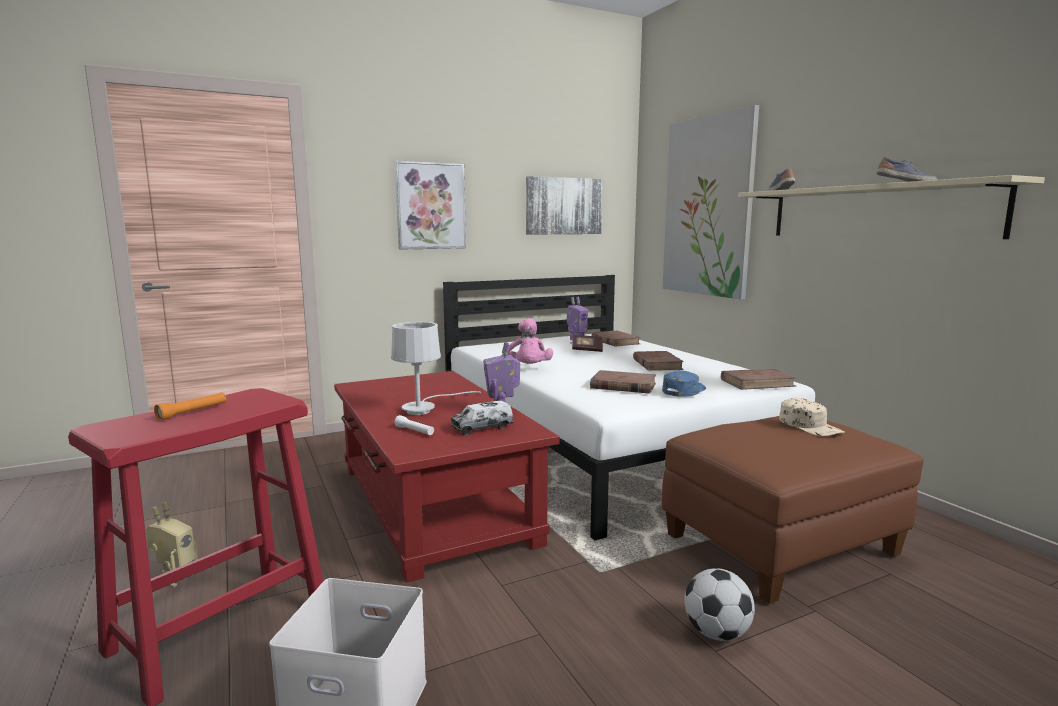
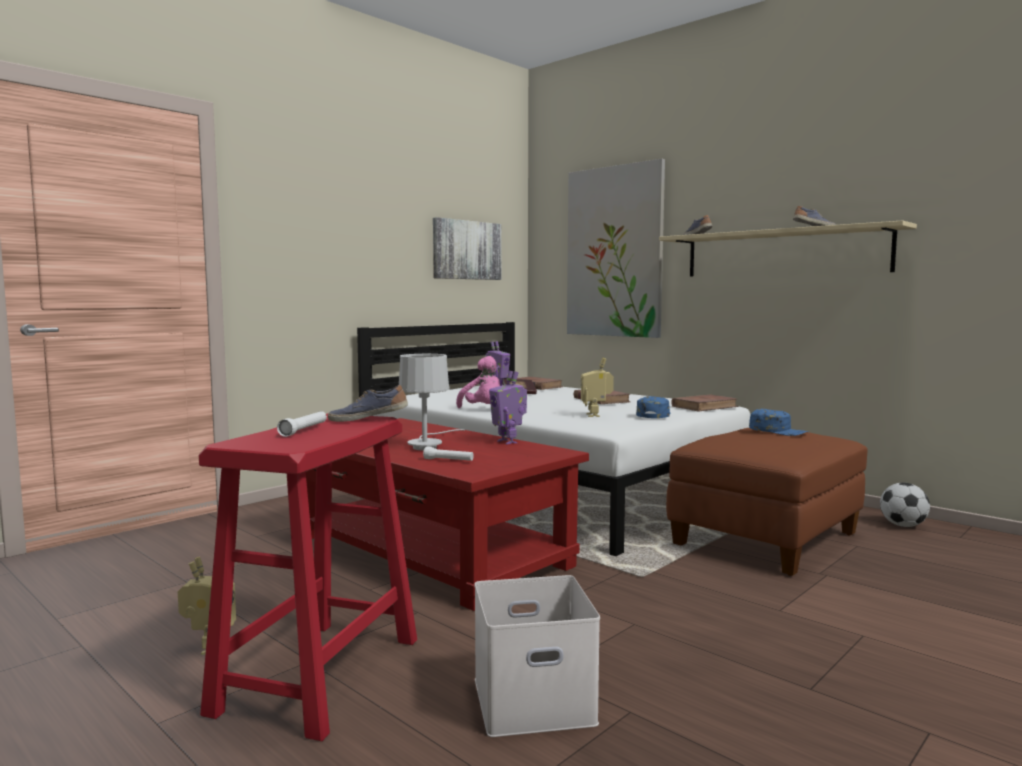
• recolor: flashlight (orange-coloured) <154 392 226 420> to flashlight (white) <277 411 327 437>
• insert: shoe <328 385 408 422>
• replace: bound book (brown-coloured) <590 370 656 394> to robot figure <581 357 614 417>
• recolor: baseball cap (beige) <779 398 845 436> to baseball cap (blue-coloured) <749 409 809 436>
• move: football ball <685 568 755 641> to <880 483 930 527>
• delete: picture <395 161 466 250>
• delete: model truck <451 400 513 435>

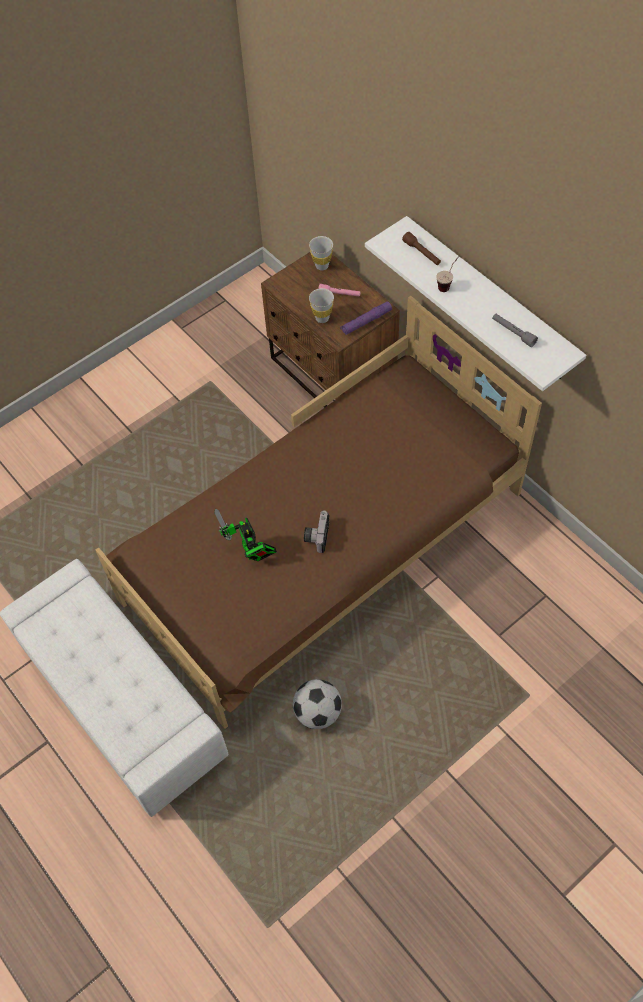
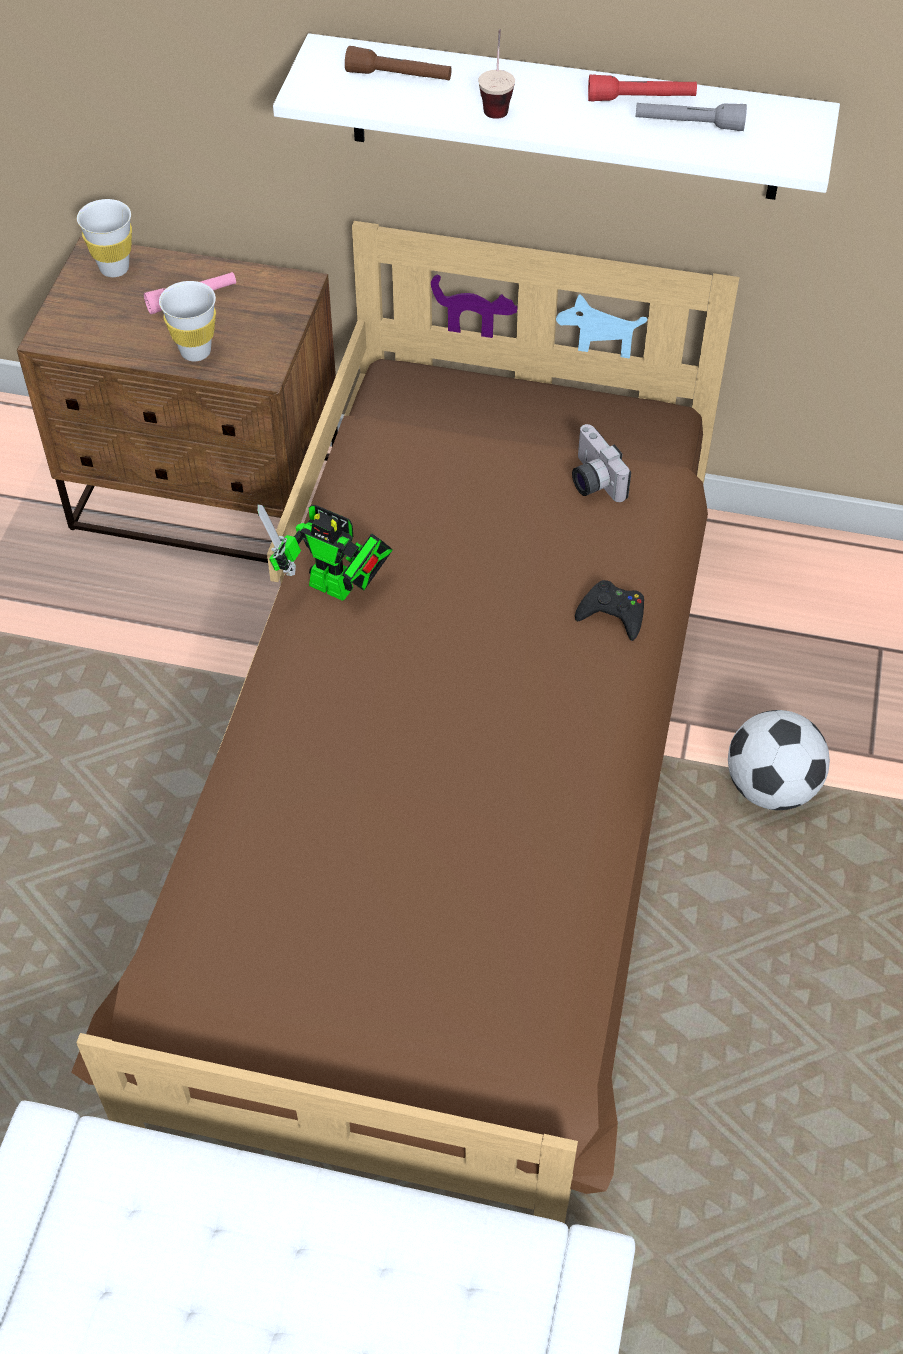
• move: robot figure <214 509 277 561> to <257 504 393 601>
• move: still camera <304 511 329 553> to <572 424 631 502>
• insert: joypad (black) <575 580 644 641>
• insert: flashlight (red-coloured) <588 74 697 101>
• move: football ball <293 679 342 729> to <728 710 830 810>
• delete: flashlight (purple-coloured) <340 301 392 335>

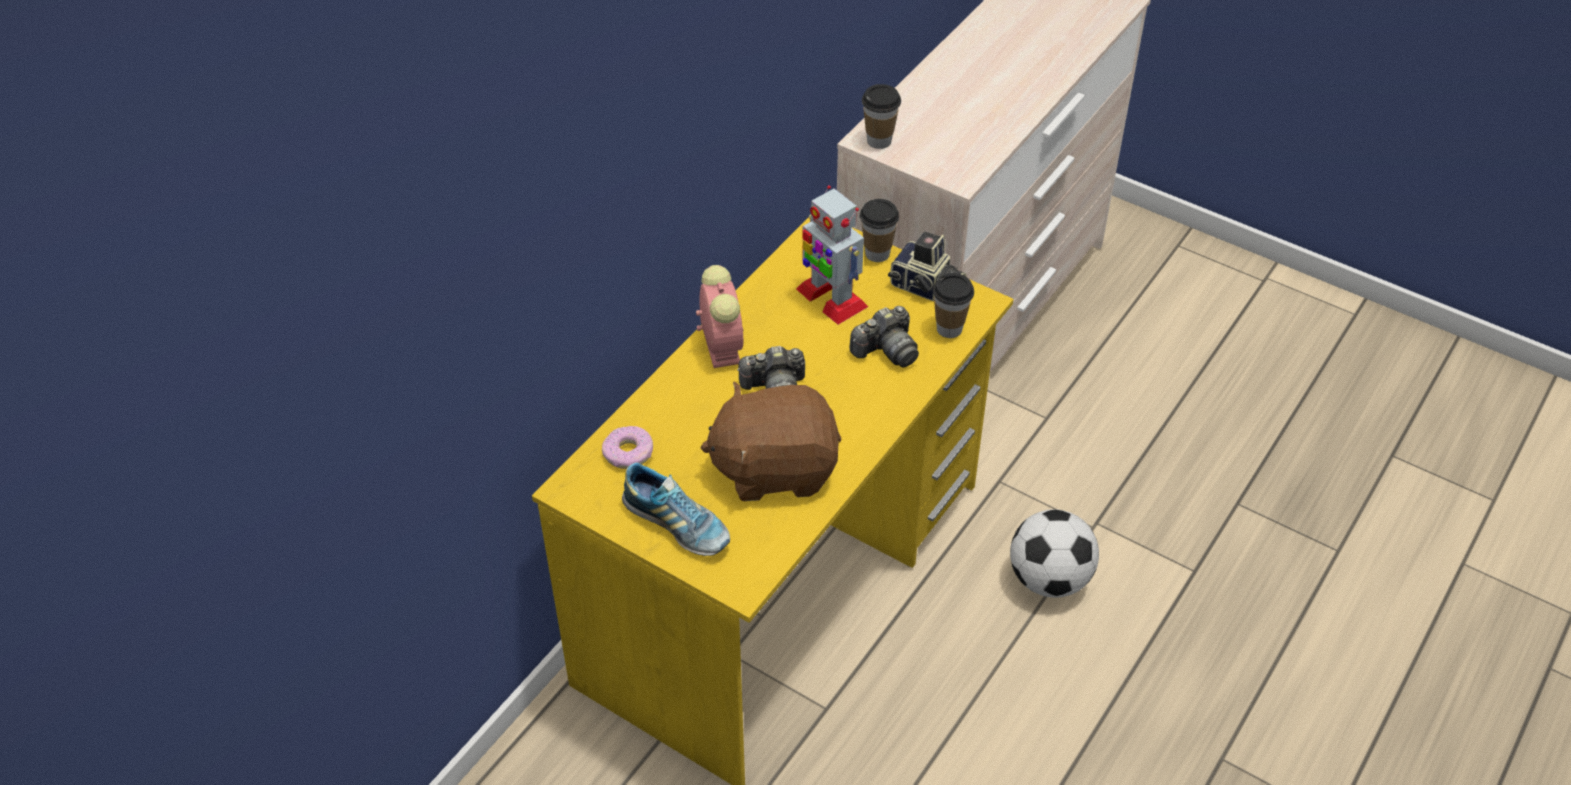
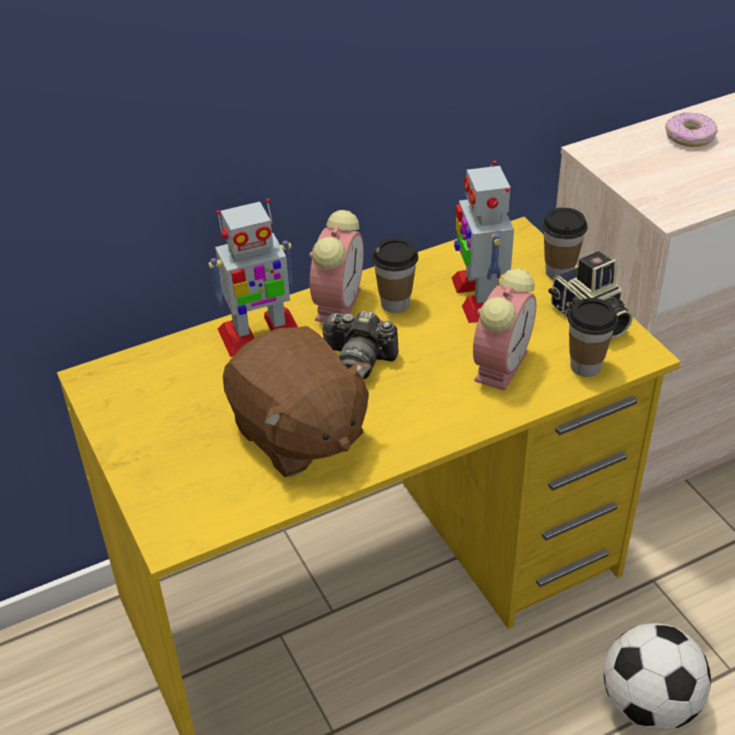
• insert: robot figure <208 199 298 357>
• rotate: soft toy (brown-coloured) <700 381 841 501> = <223 326 372 477> 150 degrees counterclockwise
• move: small cup <862 84 901 149> to <372 238 418 313>
• replace: still camera <849 306 919 367> to bedside clock <473 268 536 391>
• move: donut <602 426 653 469> to <665 112 718 147>
• delete: shoe <622 462 730 556>

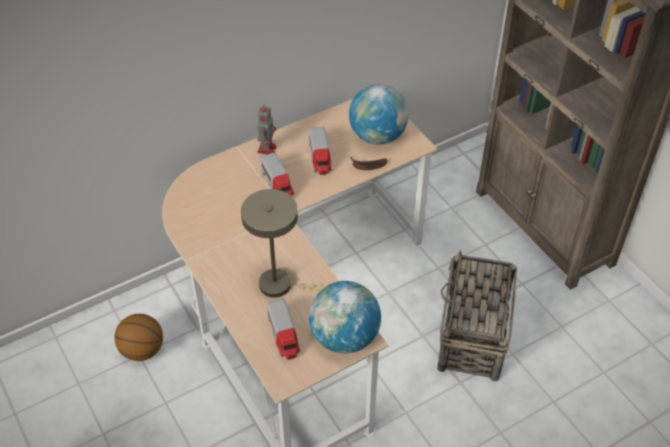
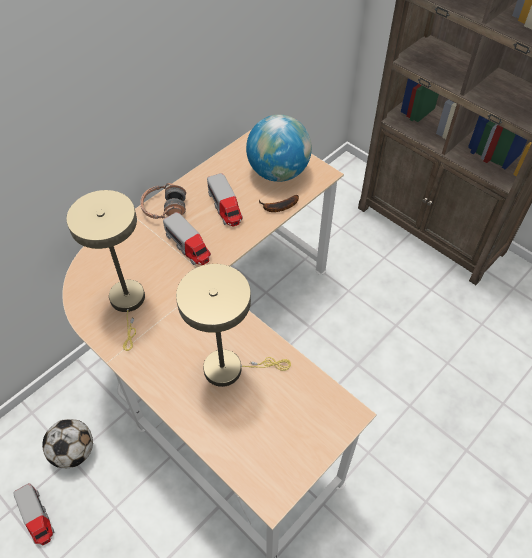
• move: model truck <267 299 300 360> to <14 483 54 545>
• replace: ball for basketball <114 314 163 361> to football ball <42 419 93 468>
• insert: lamp for a table (beige) <66 190 145 351>
• replace: robot figure <257 105 277 154> to headset <140 183 186 219>
• delete: globe <309 281 381 354>
• delete: storage basket <437 250 517 382>

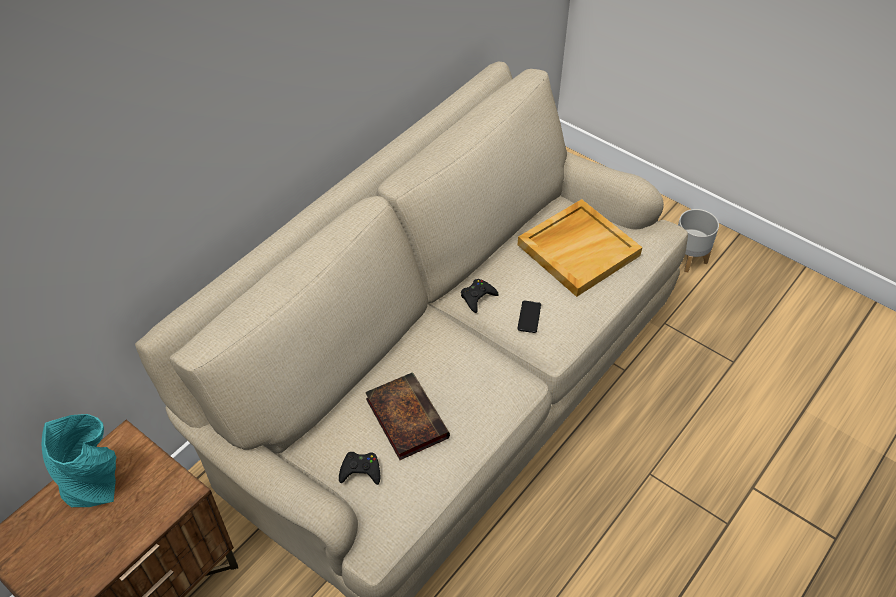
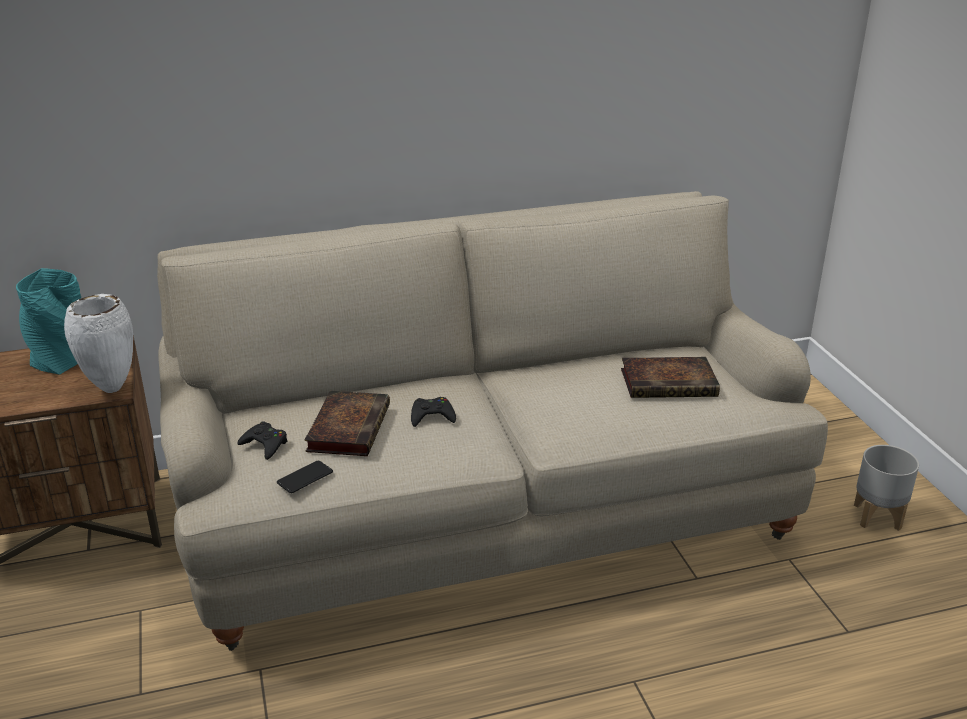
• insert: vase (white) <64 294 133 393>
• move: telephone <517 301 541 333> to <277 461 333 493>
• move: joypad (black) <461 279 499 313> to <411 397 456 427>
• replace: serving tray (beige) <518 199 642 297> to bound book <621 357 720 398>

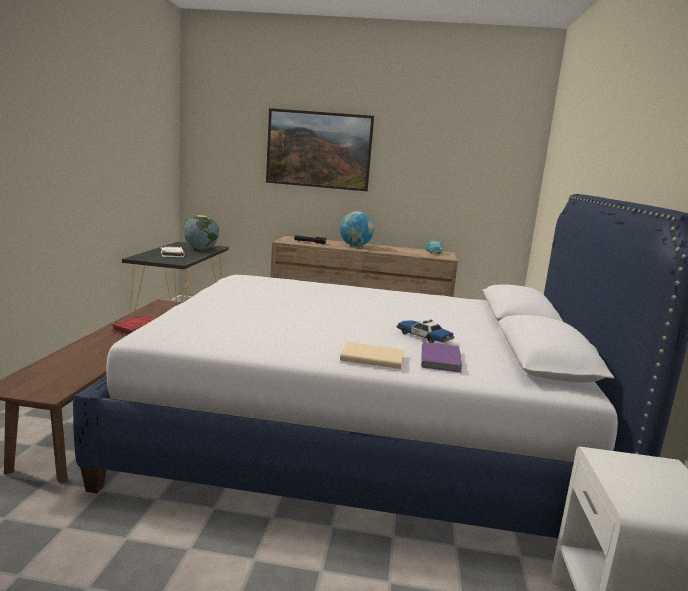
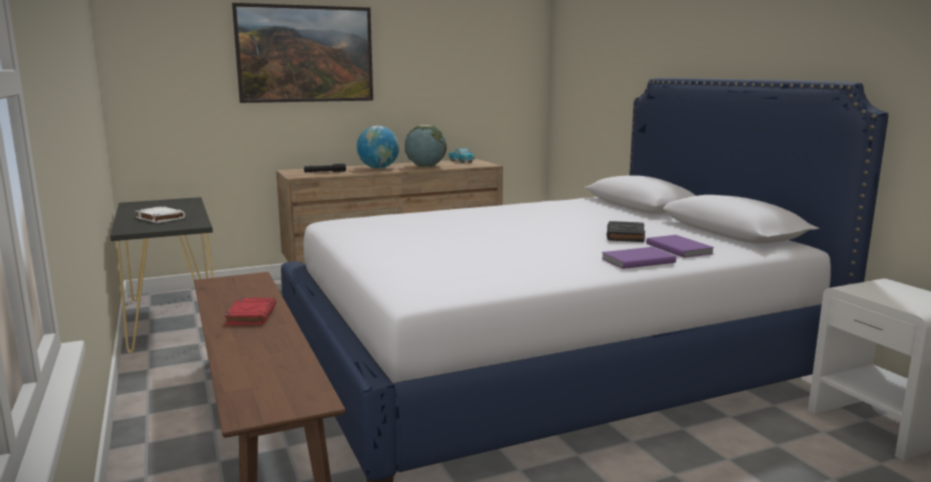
• move: globe <184 215 219 250> to <405 125 446 167>
• recolor: bound book (beige) <340 342 405 369> to bound book (purple-coloured) <602 247 676 269>
• replace: toy car <396 320 454 343> to bound book (black) <606 221 645 242>

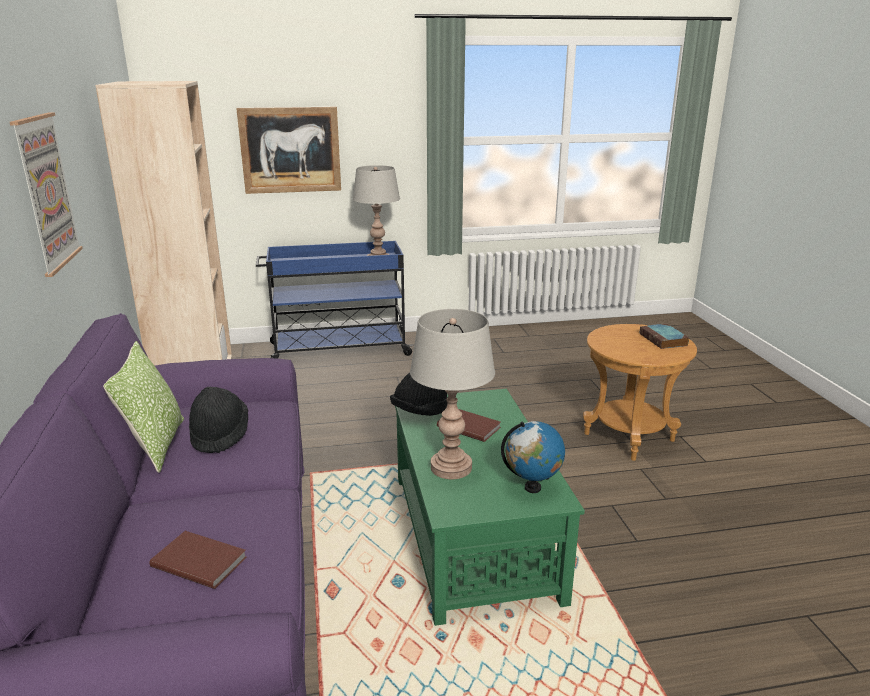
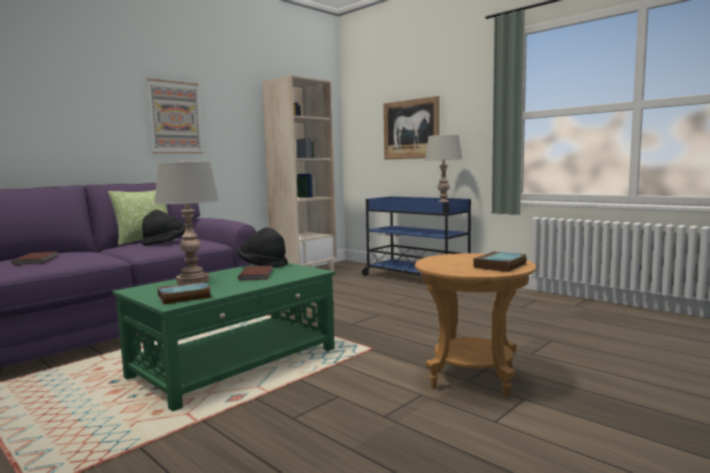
• replace: globe <501 421 565 493> to bound book <158 281 212 305>

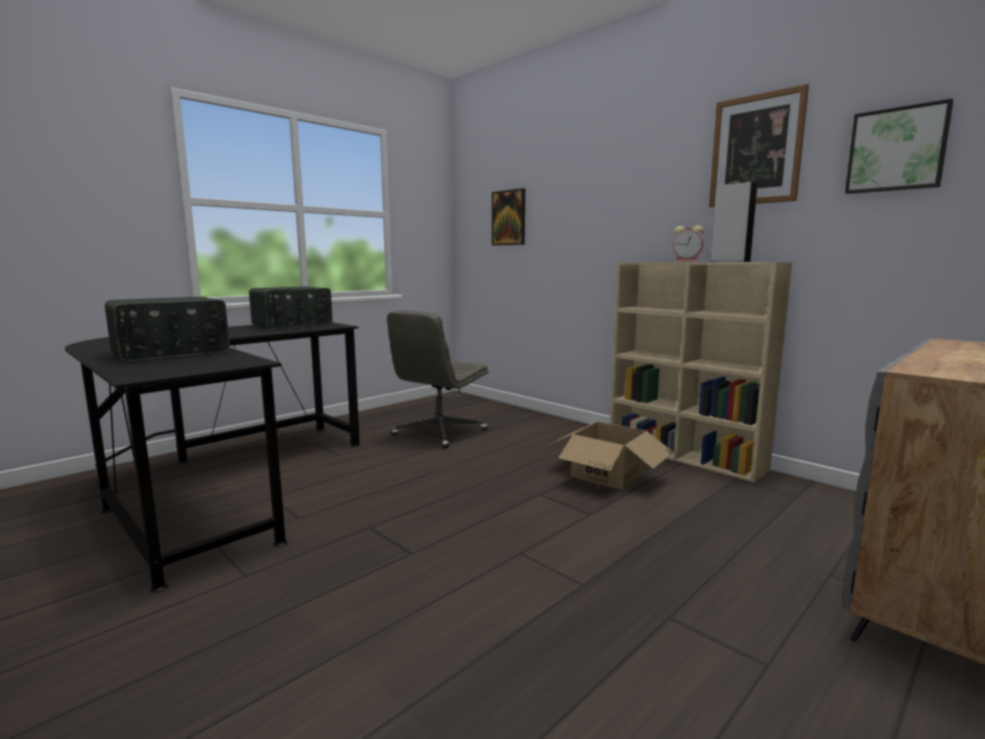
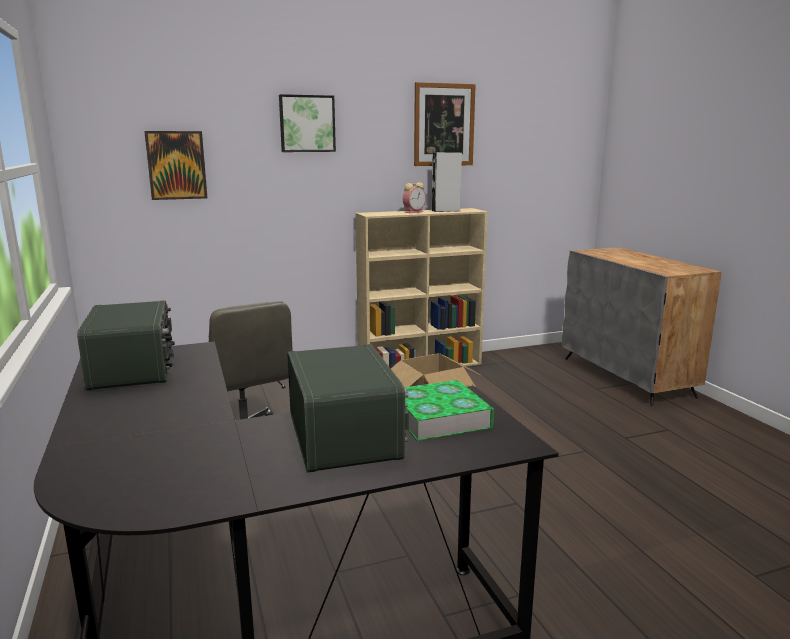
• move: picture <845 99 953 194> to <279 94 336 152>
• insert: bound book <404 380 494 441>

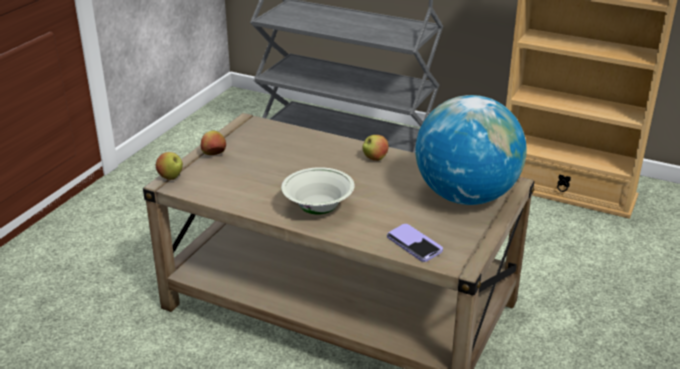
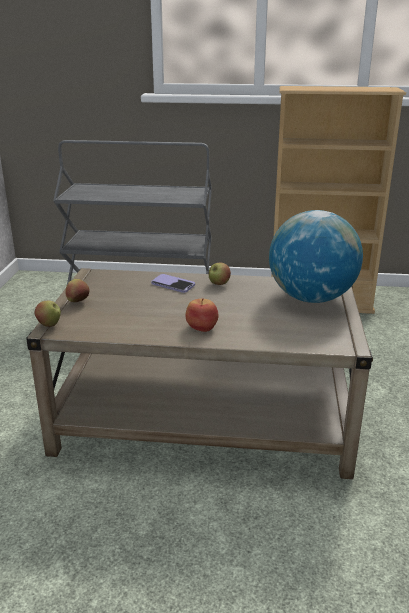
• move: telephone <387 224 443 262> to <151 274 195 293>
• replace: bowl (white) <281 167 355 215> to apple fruit <185 298 218 332>

